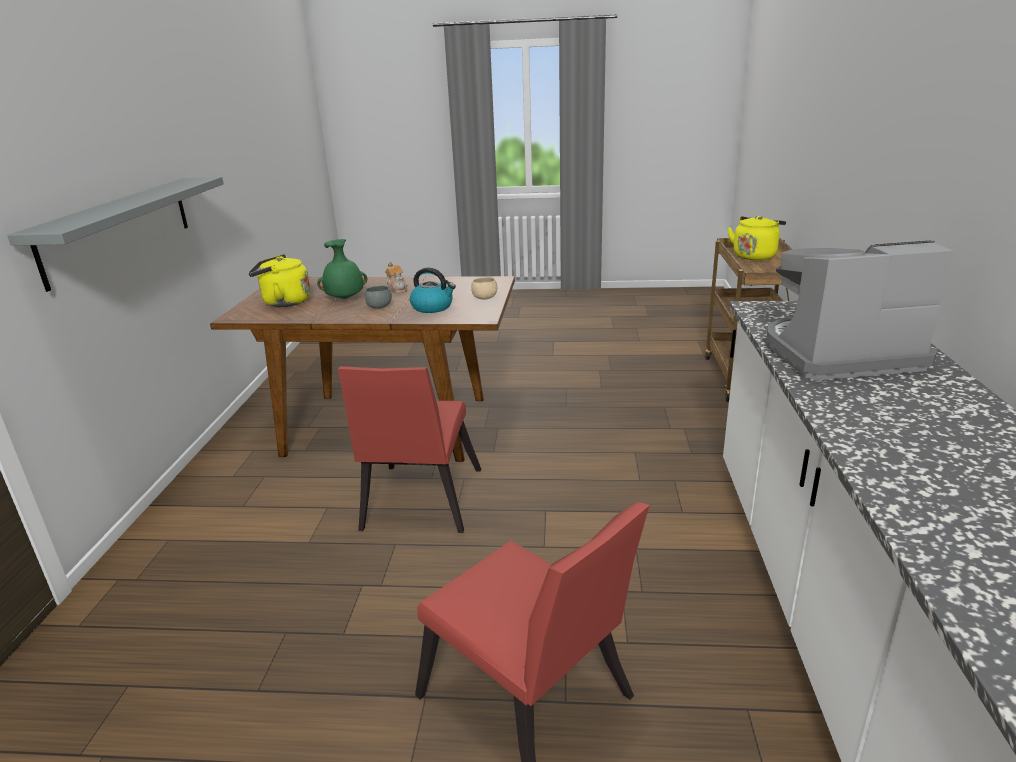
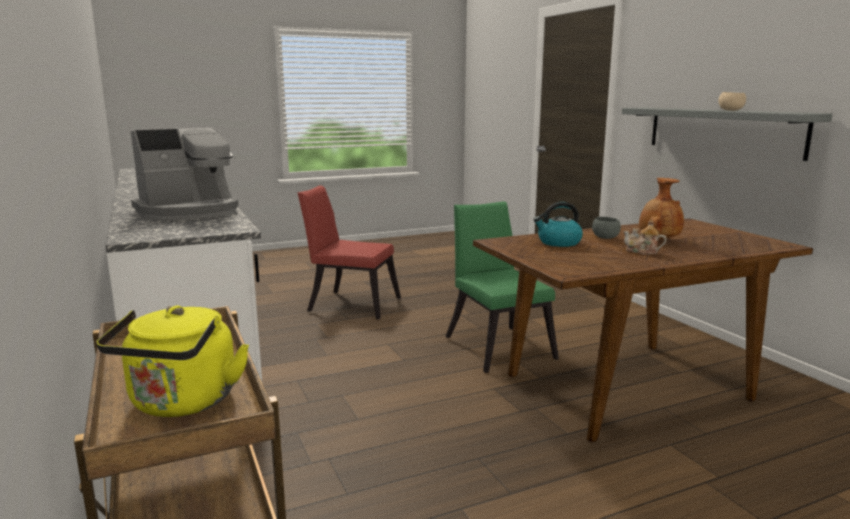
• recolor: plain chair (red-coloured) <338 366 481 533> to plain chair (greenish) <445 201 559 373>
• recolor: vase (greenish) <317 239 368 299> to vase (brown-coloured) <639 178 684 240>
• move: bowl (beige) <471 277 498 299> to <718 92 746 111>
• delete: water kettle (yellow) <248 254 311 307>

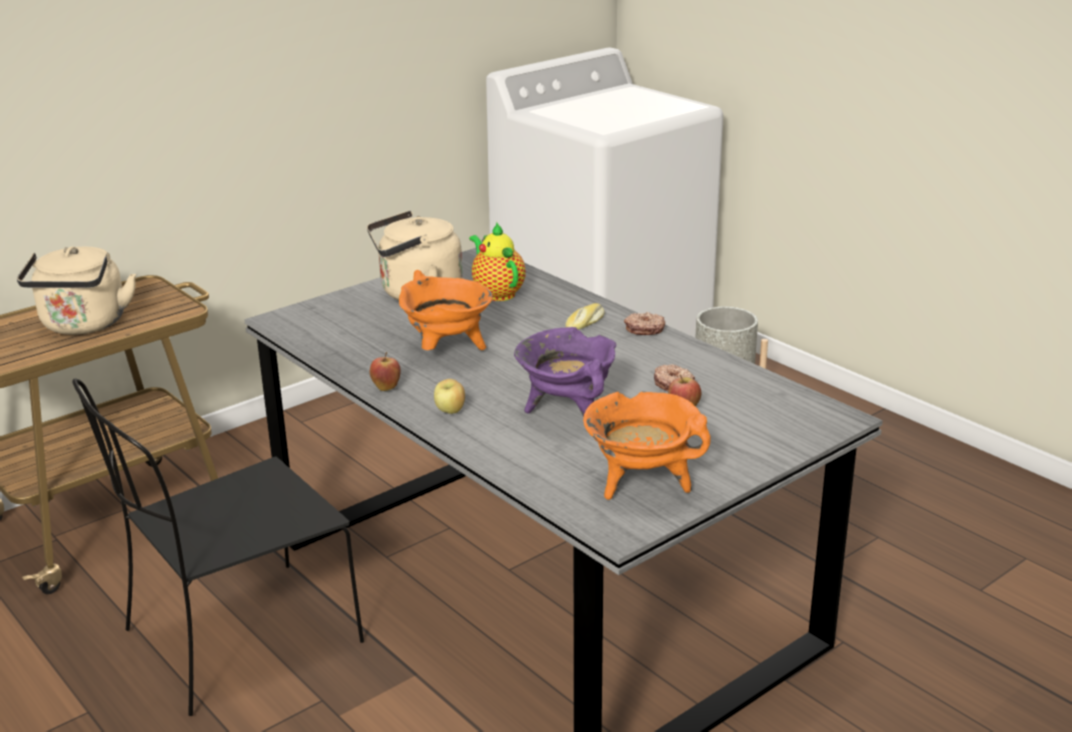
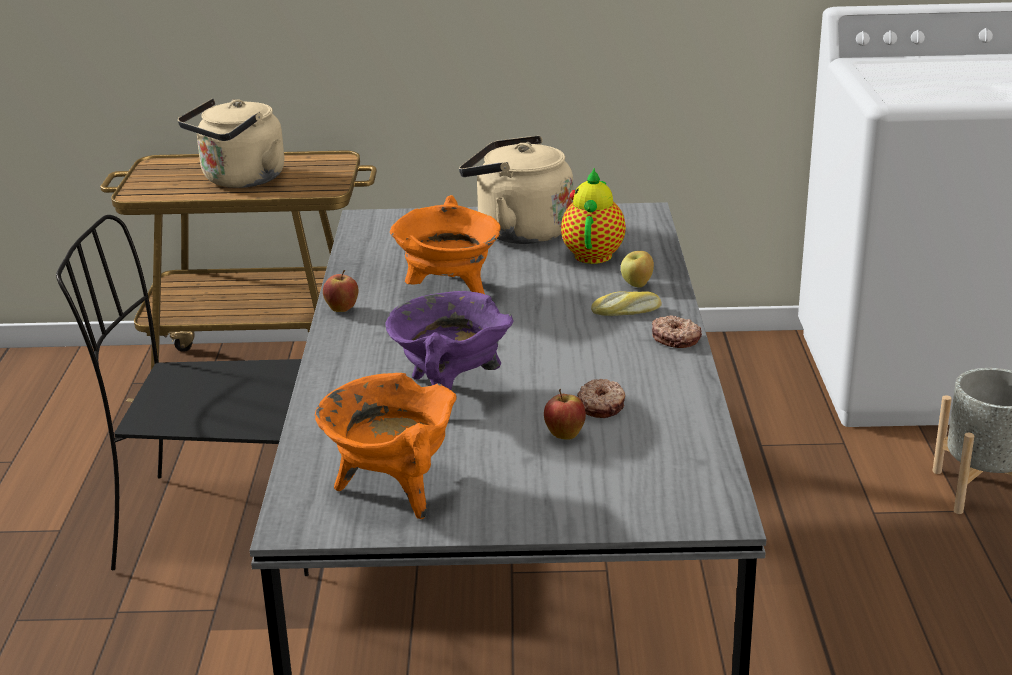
• move: apple fruit <434 379 465 414> to <621 251 654 287>

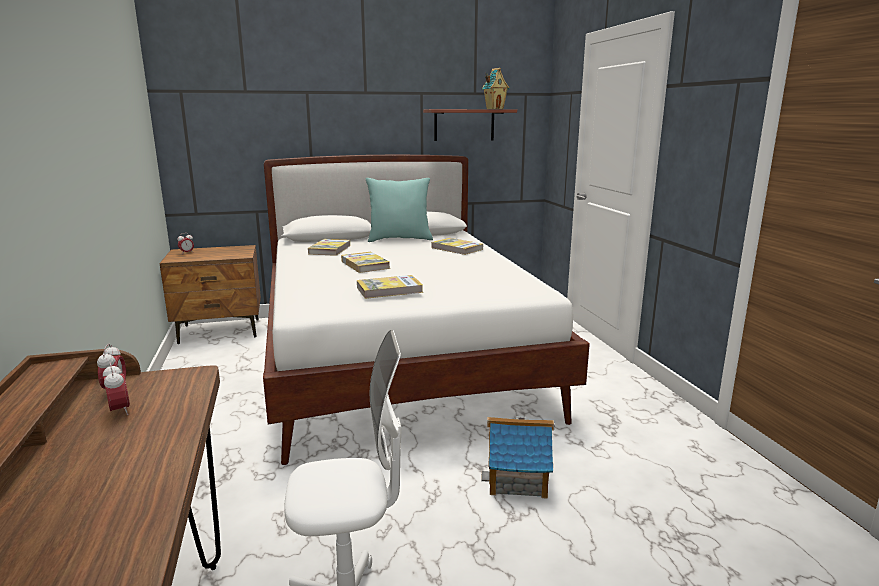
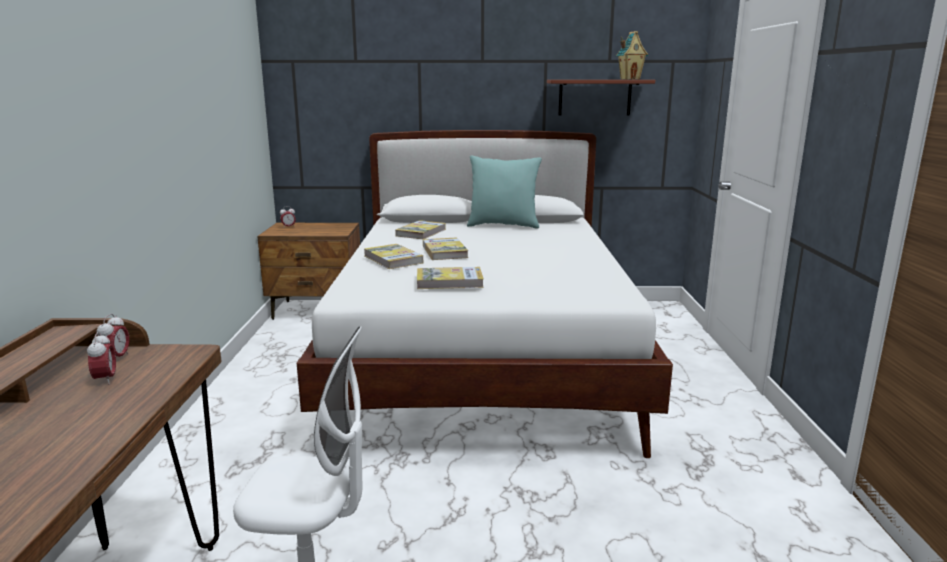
• move: bound book <431 238 483 255> to <364 244 423 269>
• delete: toy house <481 416 554 499>

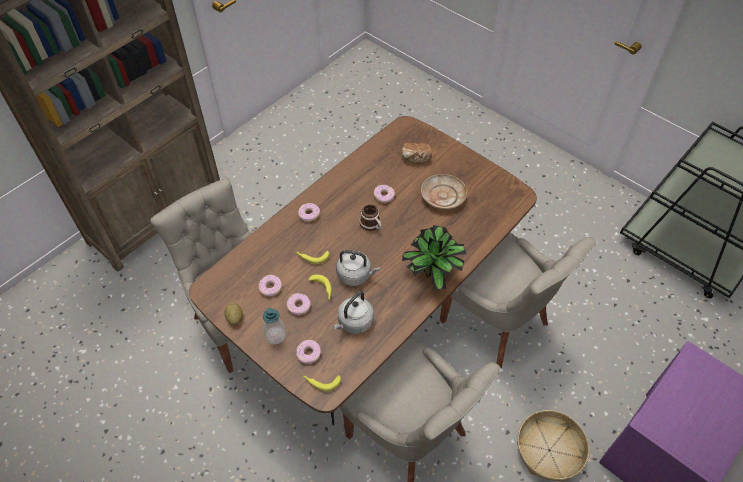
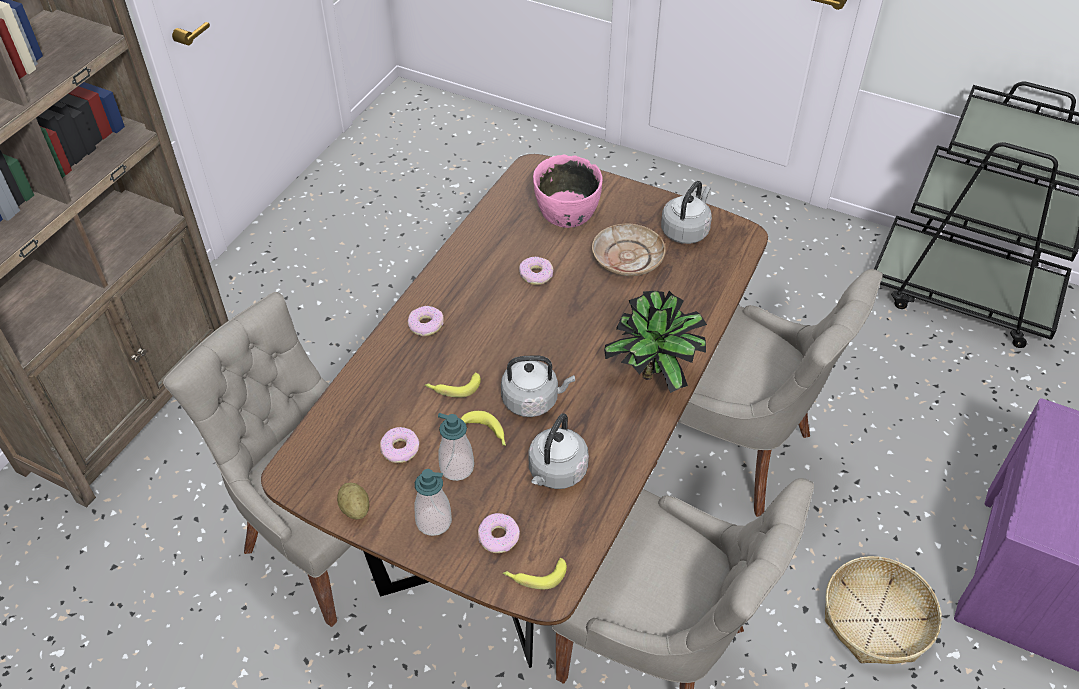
• replace: donut <287 293 311 315> to soap bottle <438 413 474 481>
• replace: bread <402 143 432 162> to bowl (pink) <533 155 603 228>
• insert: water kettle (gray) <661 181 712 244>
• delete: coffee mug <359 204 382 231>

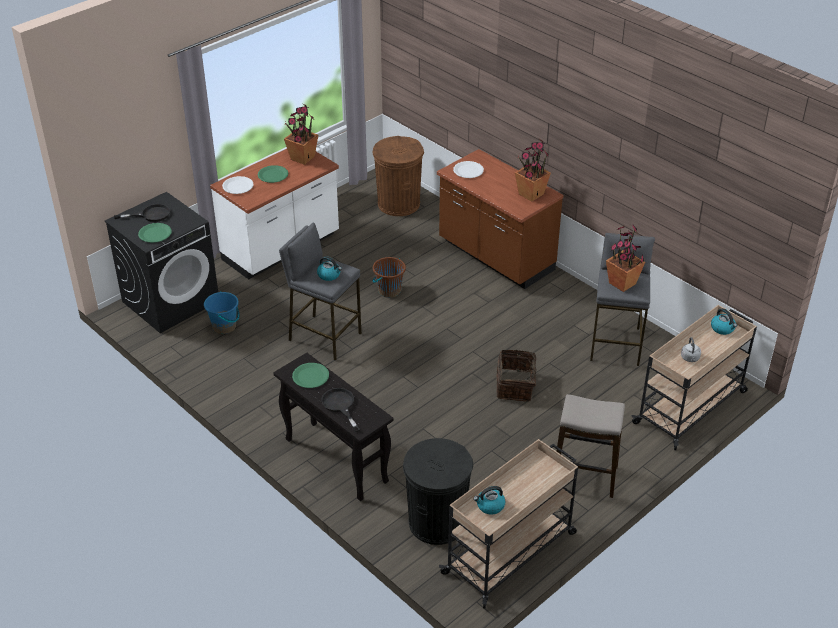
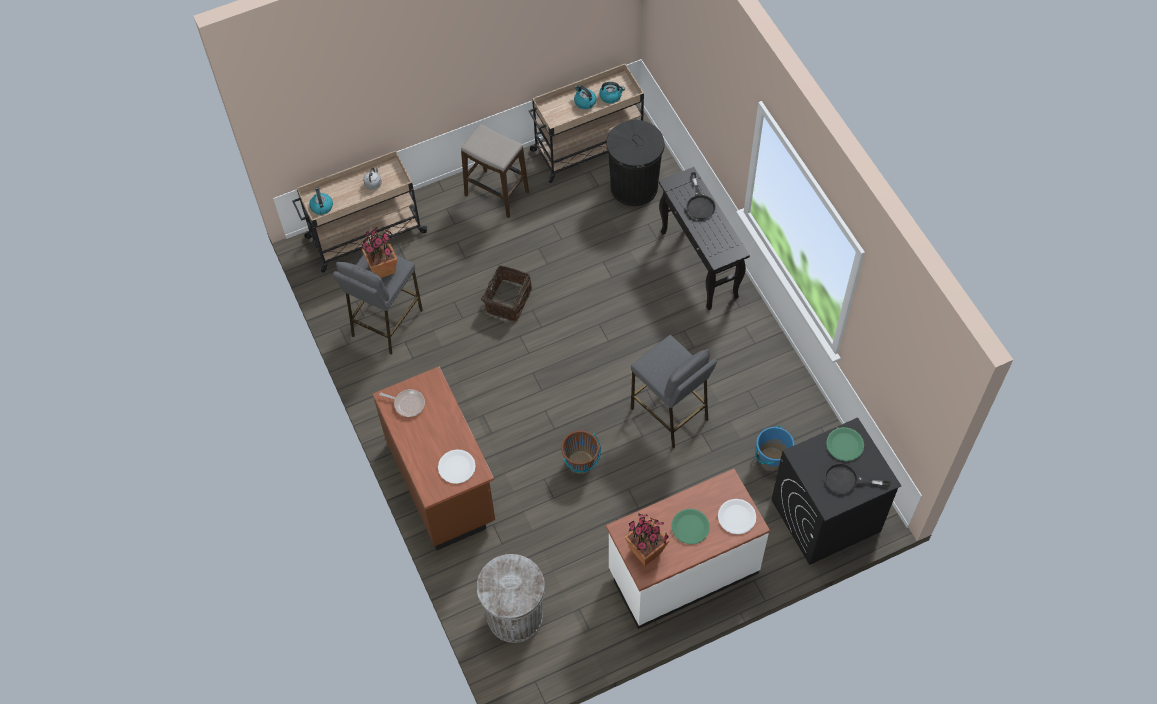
• replace: plant in a pot <515 140 551 201> to pan <379 389 425 417>
• recolor: rubbish bin (brown-coloured) <373 136 424 216> to rubbish bin (gray) <477 554 545 643>
• move: water kettle <317 256 342 281> to <574 85 597 109>
• delete: flat dish (greenish) <292 363 329 388>

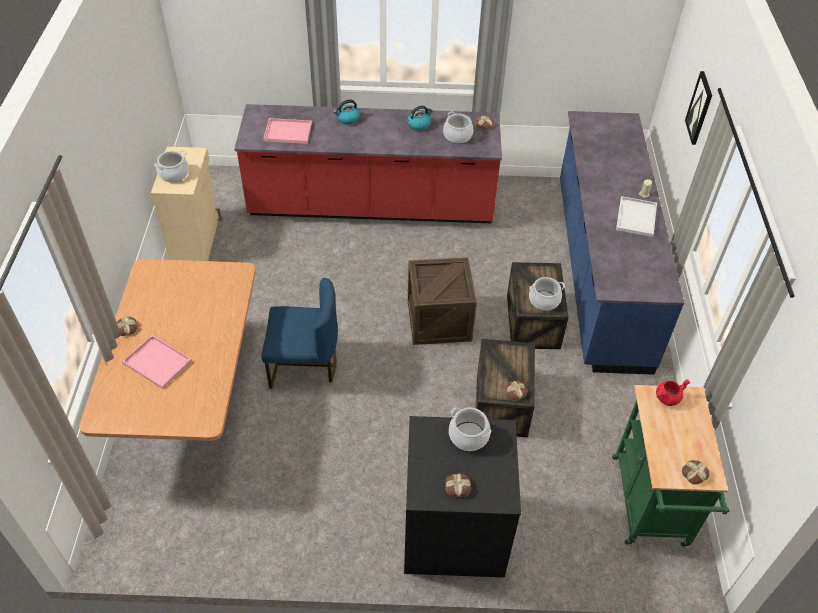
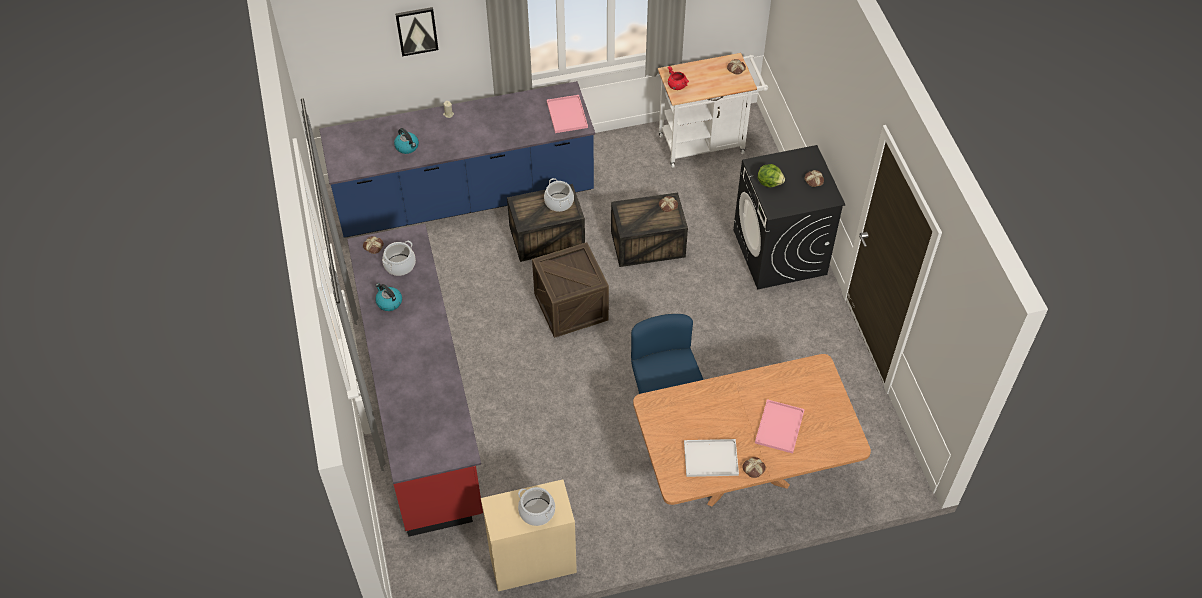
• move: water kettle <333 99 360 125> to <394 128 419 154>
• move: serving tray (pink) <263 118 312 144> to <547 95 588 133>
• recolor: trolley (greenish) <612 385 730 548> to trolley (white) <658 53 768 168>
• move: serving tray (white) <616 196 657 237> to <684 439 739 477>
• replace: stockpot <449 408 491 451> to lettuce <758 164 785 187>

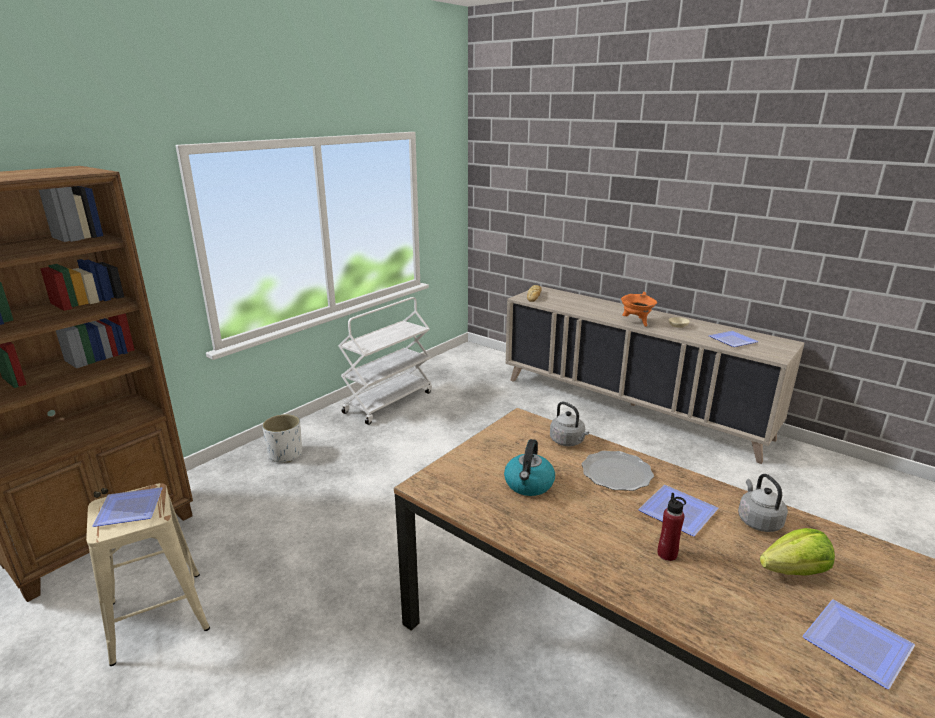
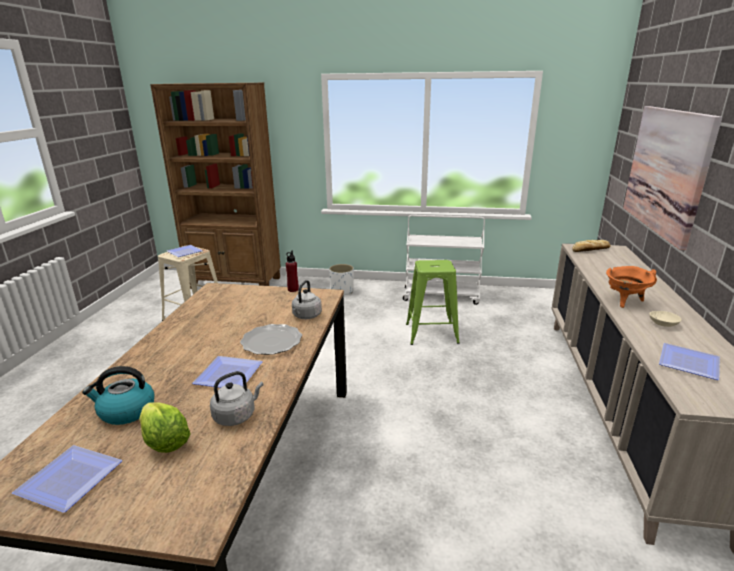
• move: water kettle <504 439 555 496> to <82 366 154 425>
• move: bottle (red-coloured) <658 493 686 561> to <286 251 299 292>
• insert: sitting stool (greenish) <406 260 460 345>
• insert: picture <623 106 722 250>

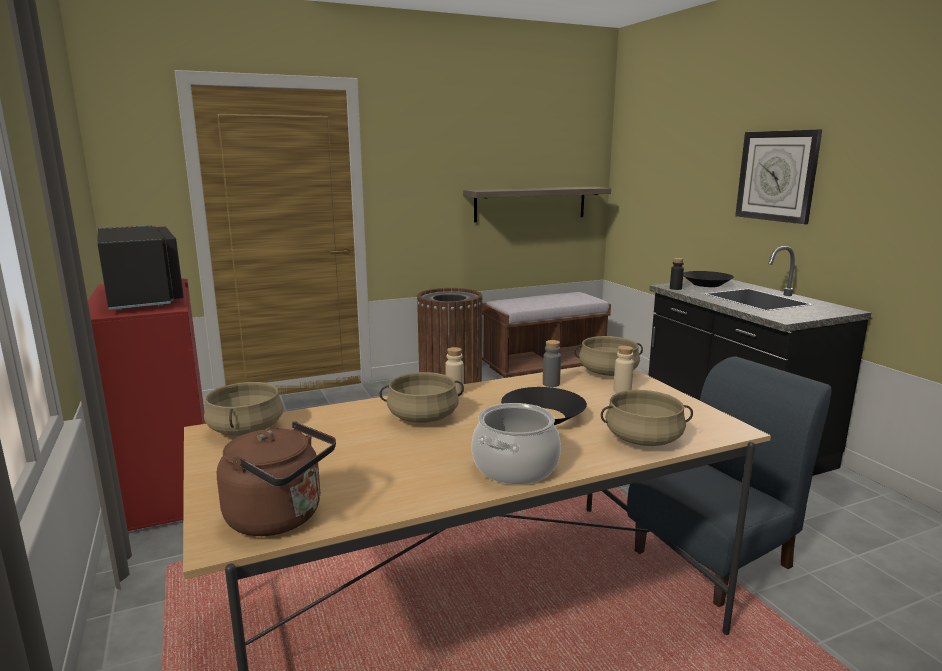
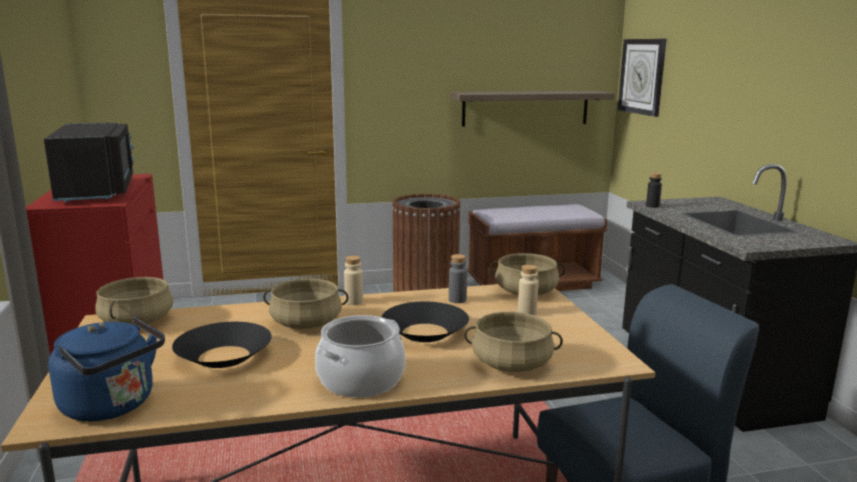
• recolor: water kettle (brown-coloured) <217 421 336 536> to water kettle (blue-coloured) <48 316 165 421>
• move: bowl (black) <683 271 734 287> to <172 322 272 368>
• move: wall clock <735 130 822 225> to <618 39 666 117>

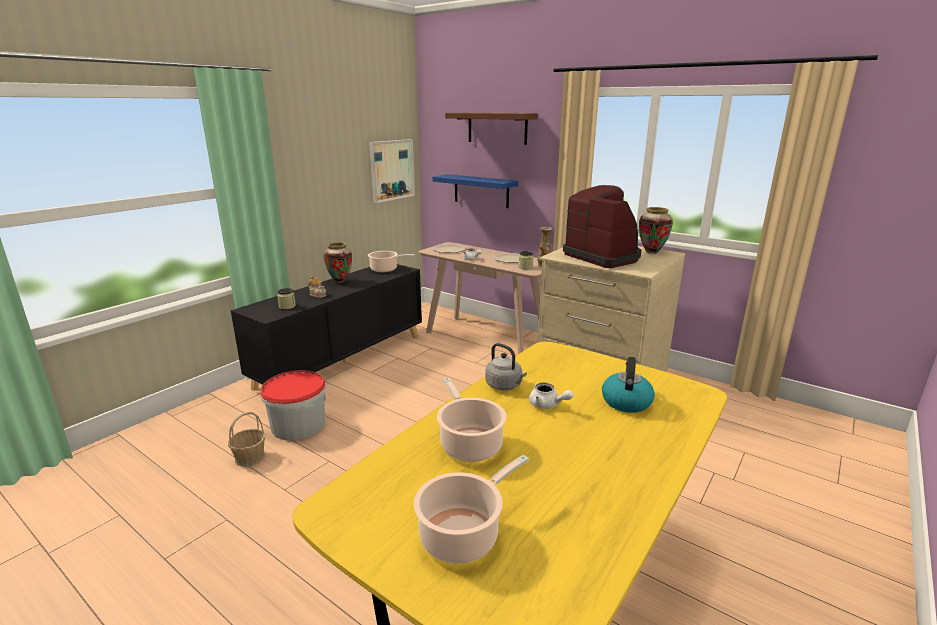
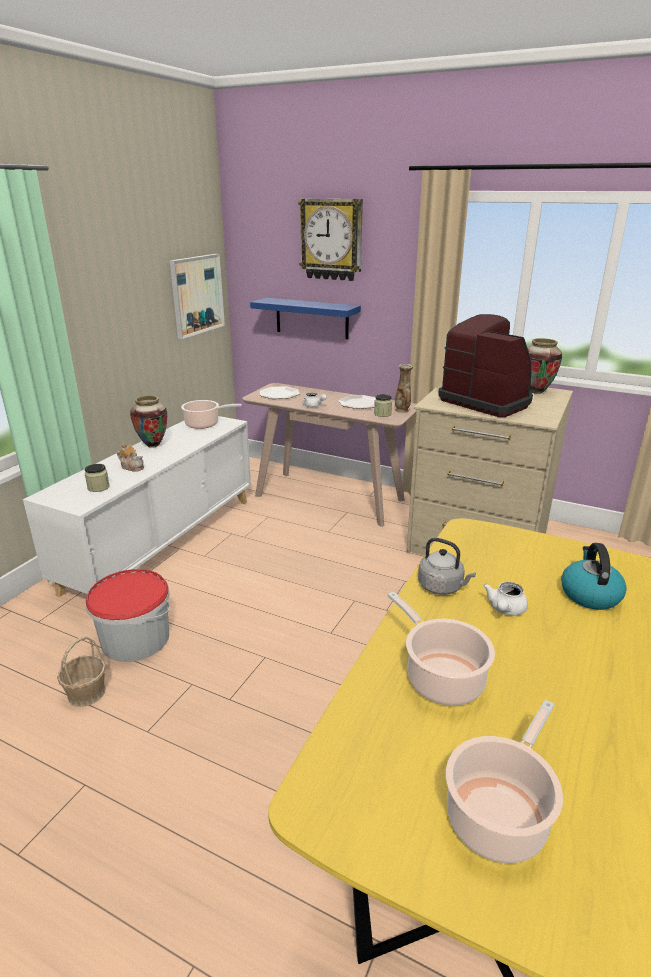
• recolor: storage cabinet (black) <231 264 422 391> to storage cabinet (white) <23 416 251 597>
• replace: bracket shelf (brown-coloured) <445 113 538 145> to wall clock <298 199 363 281>
• rotate: pot for tea (white) <529 382 573 409> = <483 582 528 616> 90 degrees clockwise

